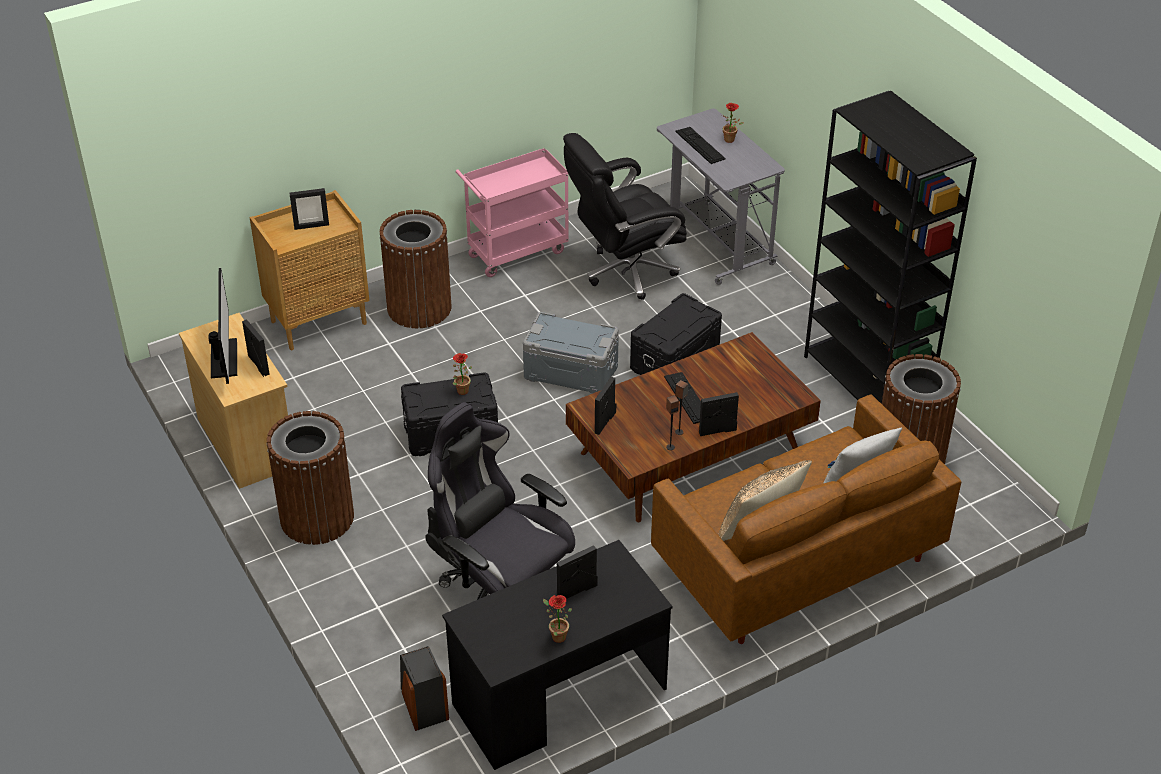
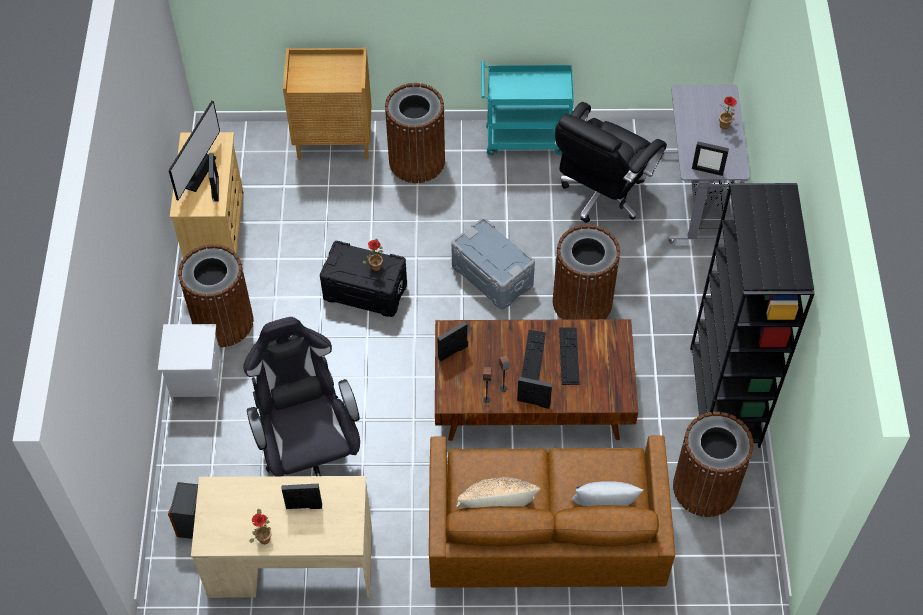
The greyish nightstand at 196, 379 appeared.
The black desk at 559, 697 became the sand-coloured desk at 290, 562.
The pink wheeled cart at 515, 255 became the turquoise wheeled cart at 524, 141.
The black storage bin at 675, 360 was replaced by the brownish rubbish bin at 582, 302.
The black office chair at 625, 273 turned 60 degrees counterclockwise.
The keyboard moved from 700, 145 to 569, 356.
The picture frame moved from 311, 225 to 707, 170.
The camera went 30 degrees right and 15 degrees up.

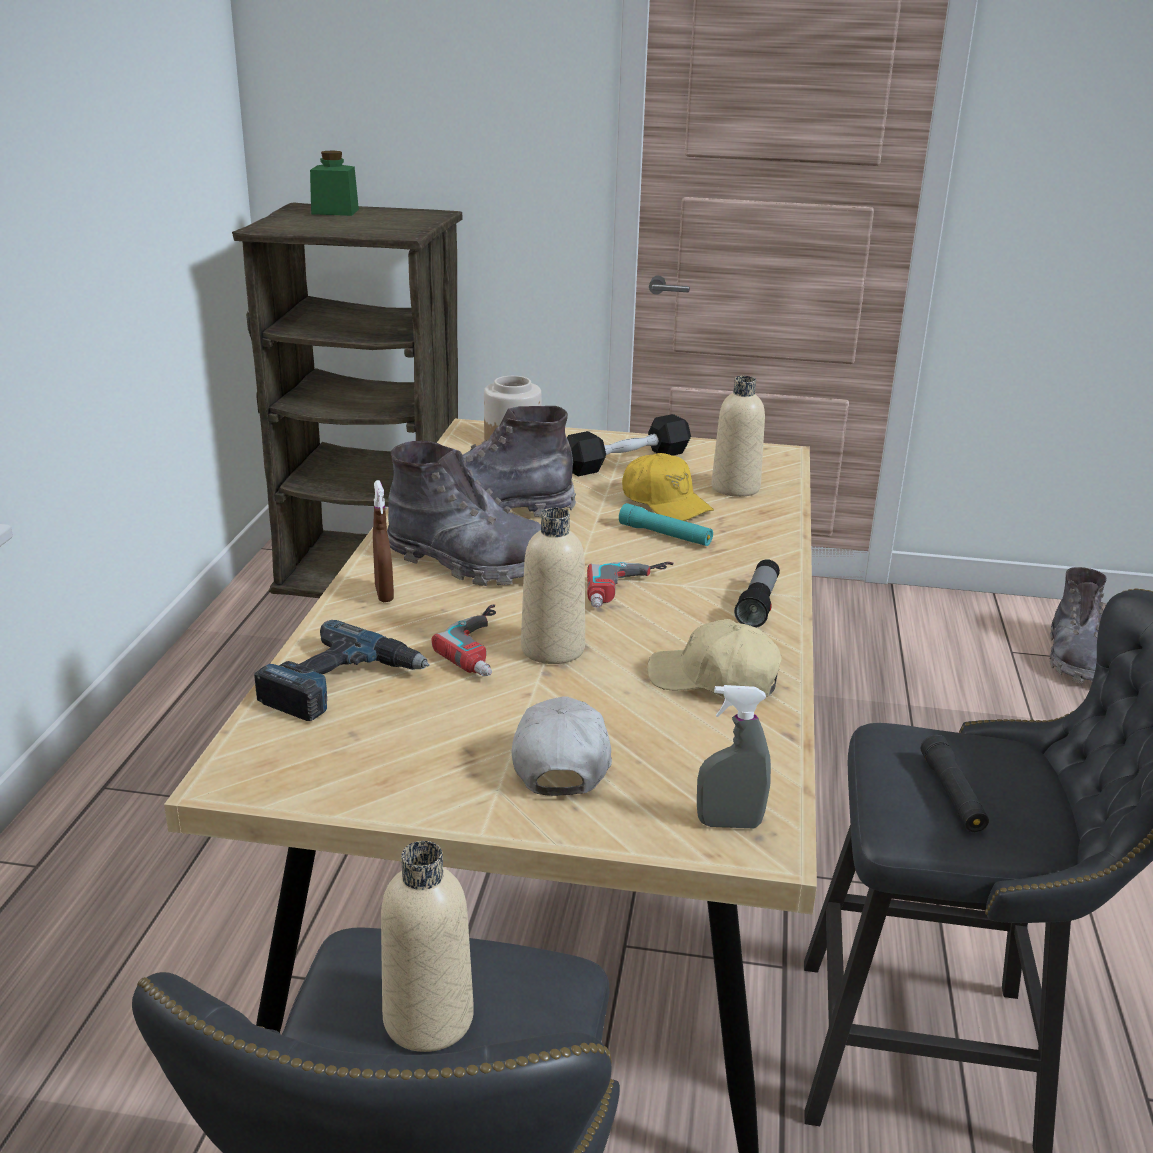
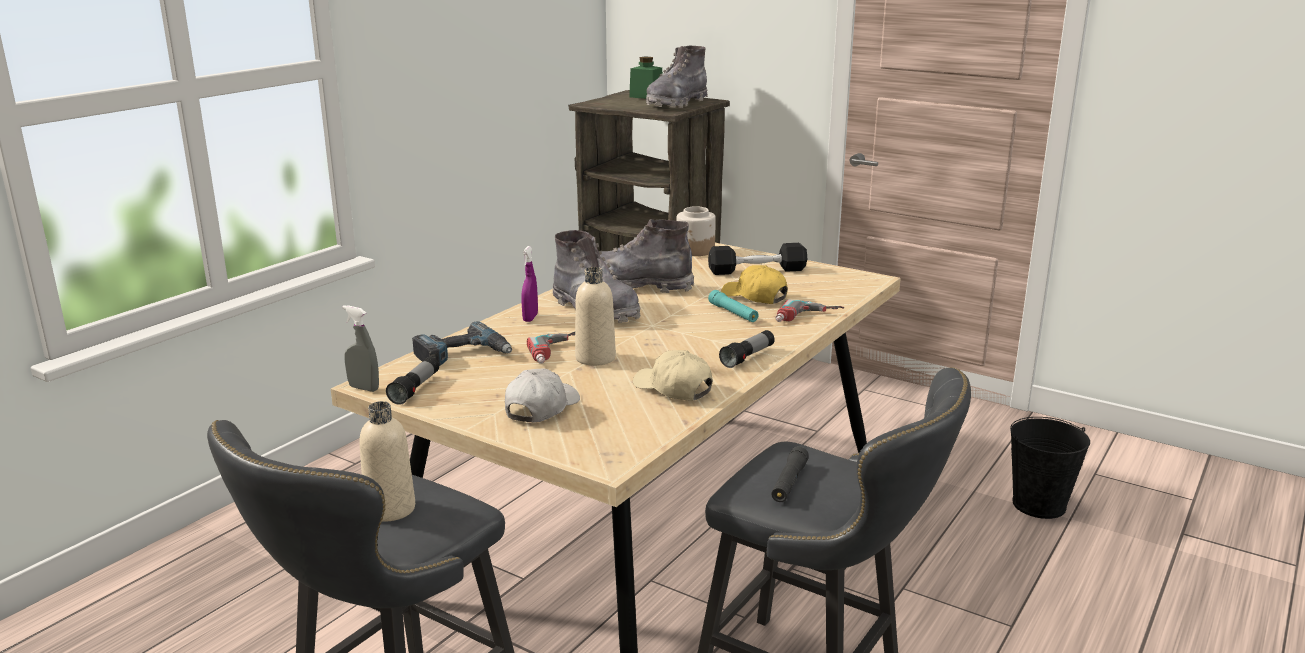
The greyish spray bottle moved from 729, 823 to 364, 388.
The hand torch at 415, 389 appeared.
The brownish spray bottle at 384, 594 became the purplish spray bottle at 530, 318.
The greyish tall boot moved from 1076, 658 to 676, 103.
The yellow-coloured cap at 665, 503 turned 150 degrees clockwise.
The electric drill moved from 632, 592 to 808, 318.
The black pail at 1039, 505 appeared.
The sand-coloured beverage bottle at 735, 488 disappeared.
The camera went 25 degrees right and 5 degrees down.

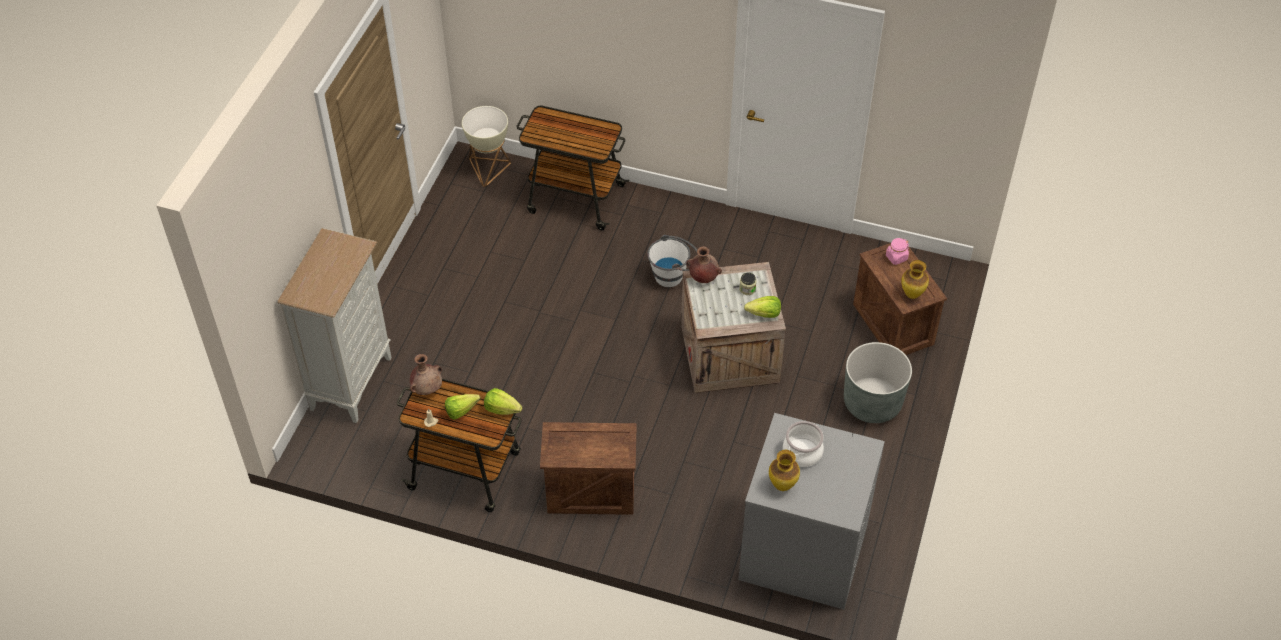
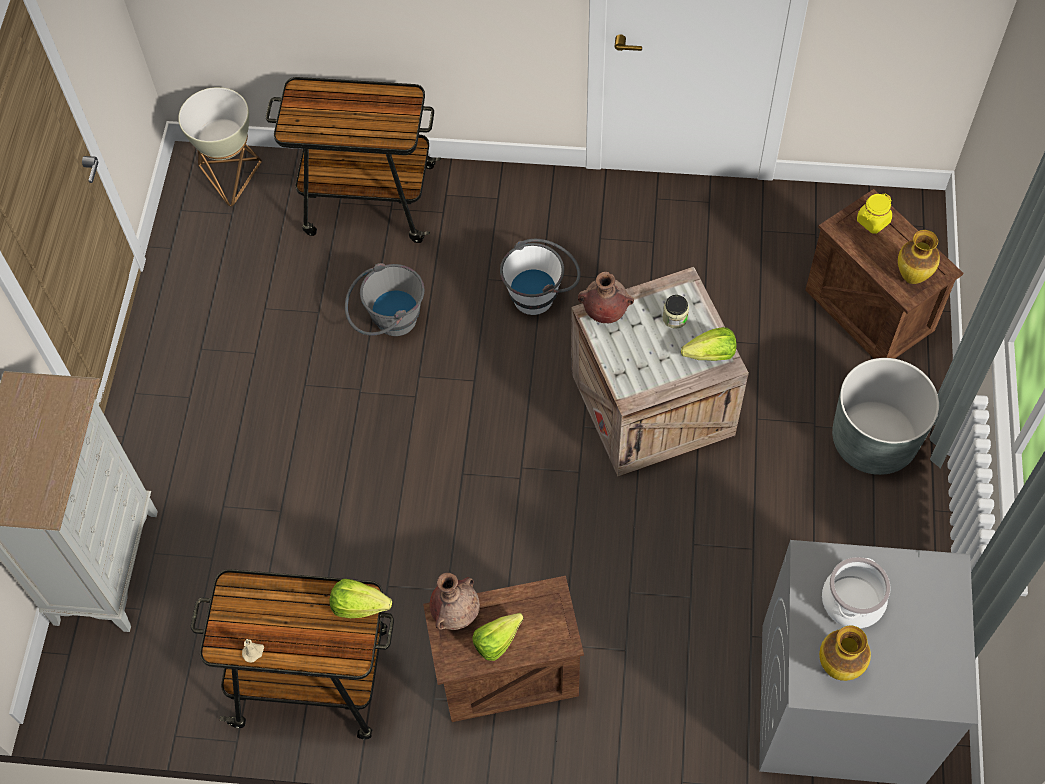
The greyish pail at 388, 322 appeared.
The brownish flower vase moved from 427, 389 to 456, 612.
The head of lettuce moved from 464, 410 to 501, 639.
The pink preserve jar at 896, 257 became the yellow-coloured preserve jar at 873, 221.
The camera went 10 degrees left and 10 degrees up.

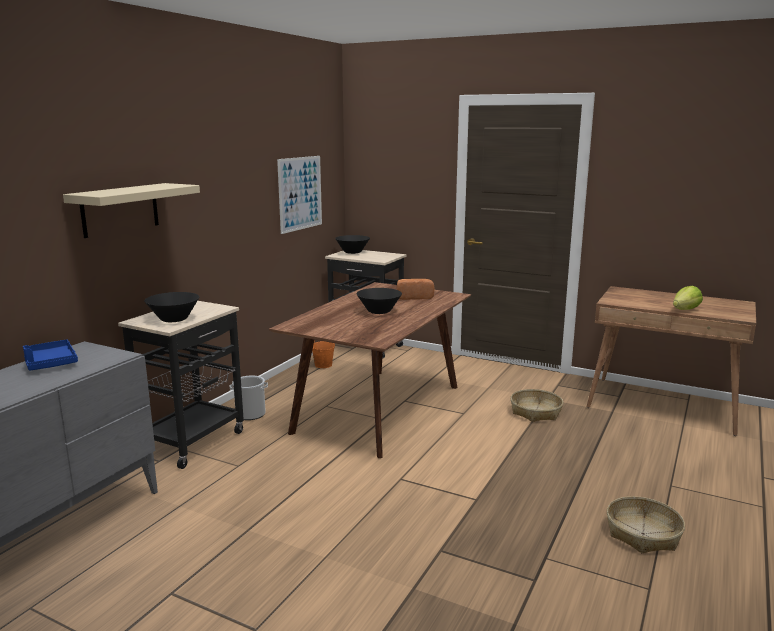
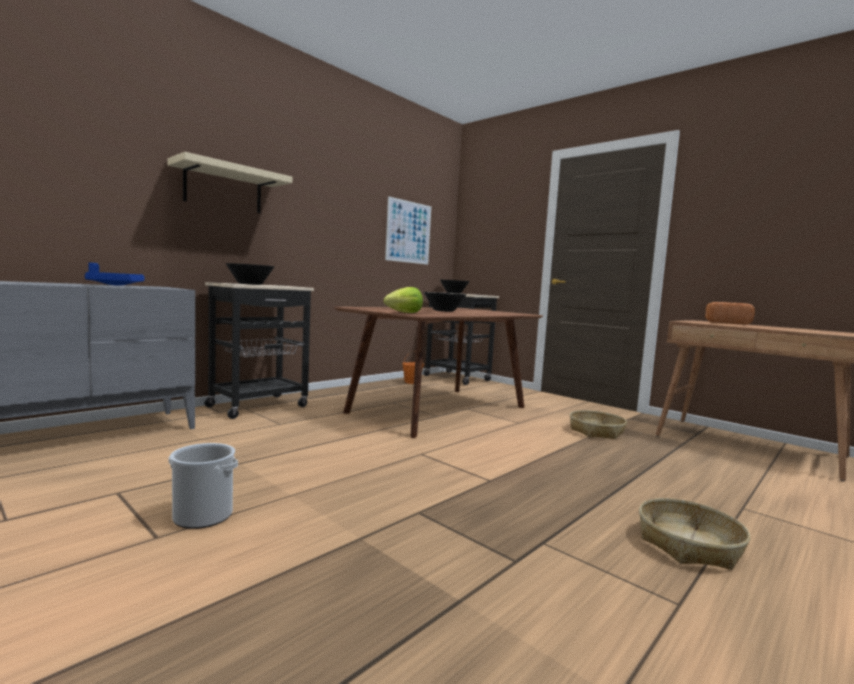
The pail moved from 250, 414 to 203, 516.
The head of lettuce moved from 685, 310 to 405, 312.
The bakery bread moved from 414, 297 to 725, 323.
The camera went 15 degrees right and 10 degrees down.

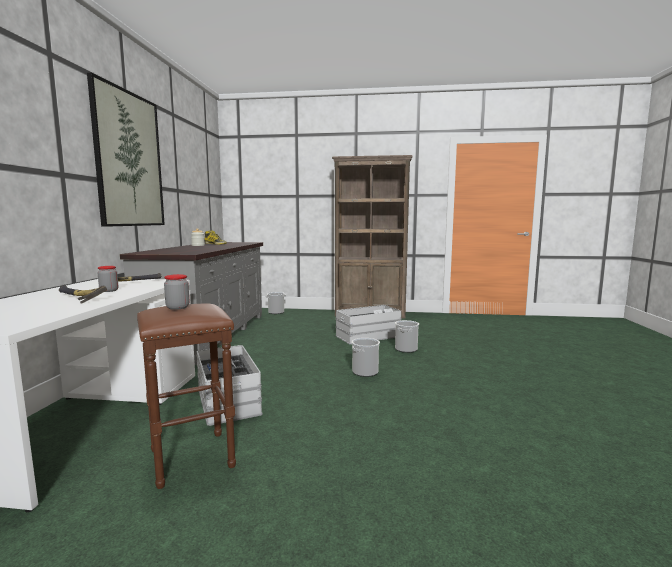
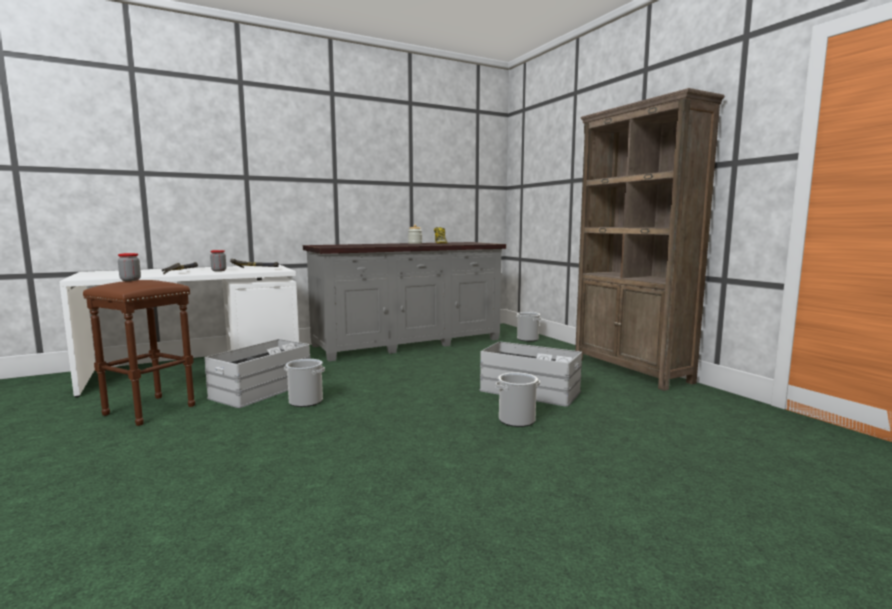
The pail moved from 365, 372 to 305, 401.
The wall art at 129, 160 disappeared.
The camera went 55 degrees right and 0 degrees up.

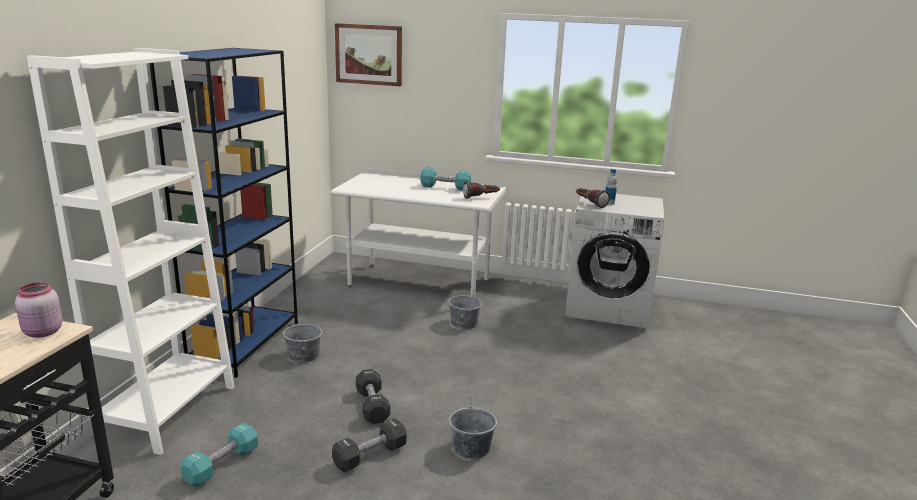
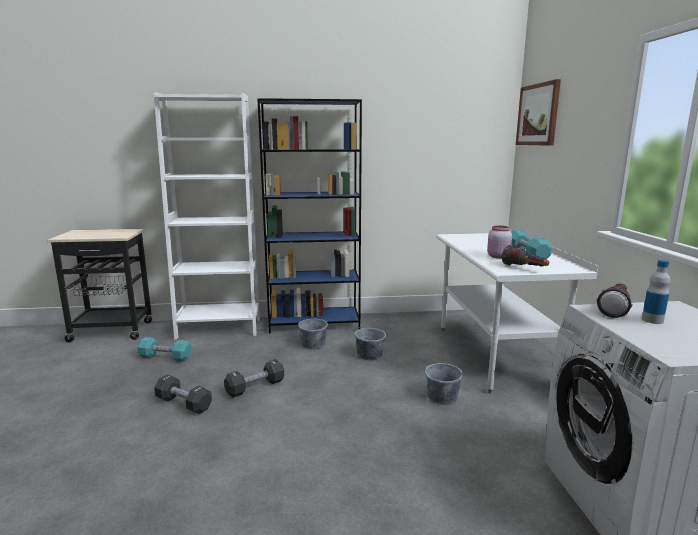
The greyish pail moved from 471, 448 to 369, 355.
The pink preserve jar moved from 42, 332 to 497, 256.
The camera went 70 degrees right and 5 degrees down.

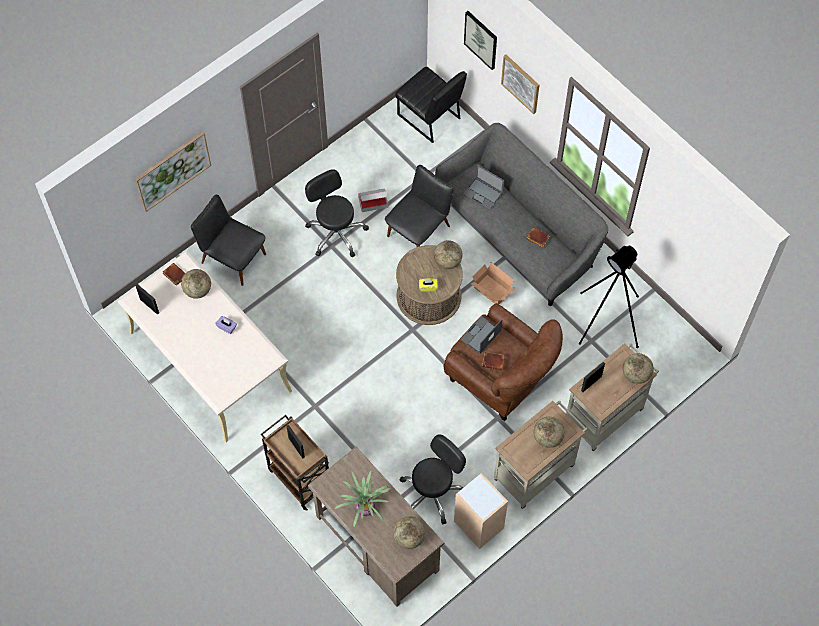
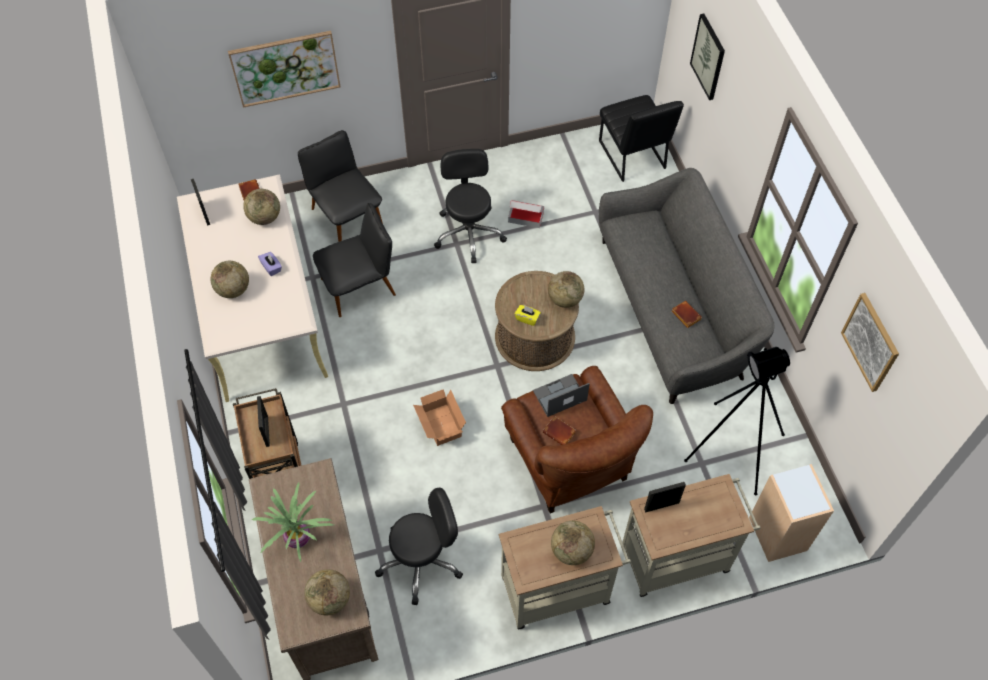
The world globe moved from 636, 374 to 233, 289.
The black upright chair moved from 418, 231 to 358, 286.
The packing box moved from 492, 291 to 440, 426.
The shelving unit moved from 479, 525 to 777, 534.
The wall art moved from 521, 83 to 871, 342.
The notebook computer at 483, 193 disappeared.
The camera went 25 degrees right and 5 degrees down.

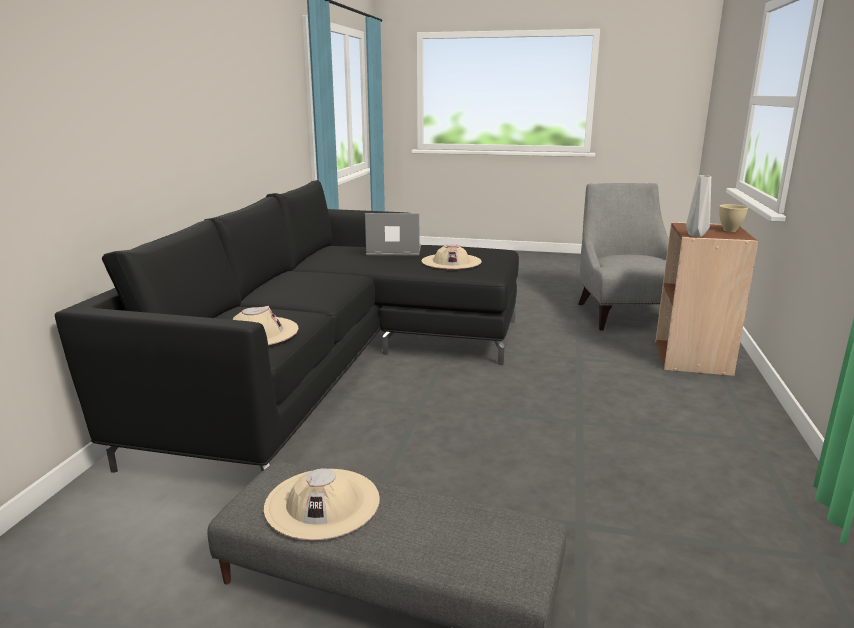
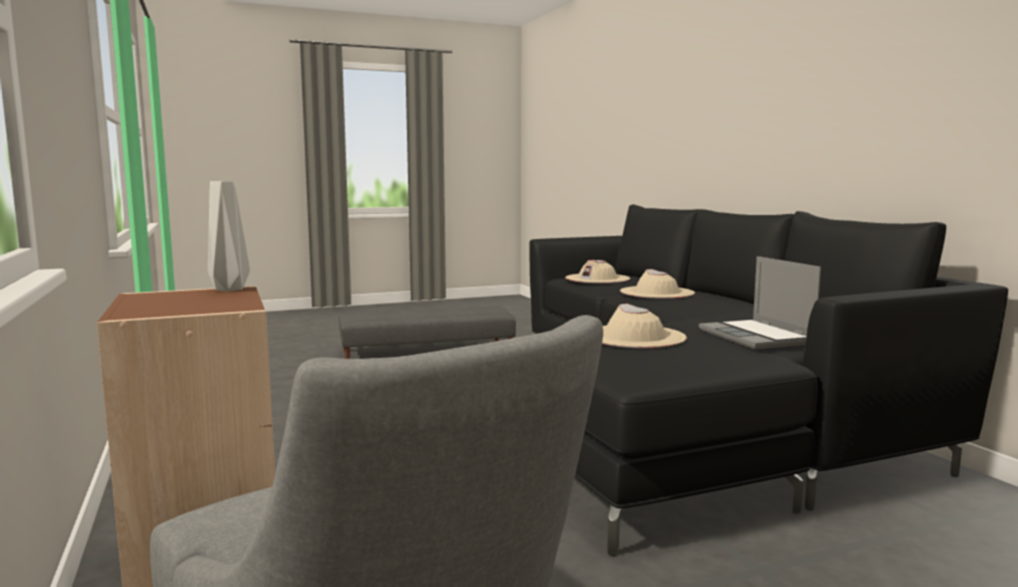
The sand-coloured wearable hat moved from 322, 503 to 657, 293.
The notebook computer at 393, 252 turned 105 degrees clockwise.
The sand-coloured serving bowl at 730, 231 disappeared.
The camera went 145 degrees right and 10 degrees down.

